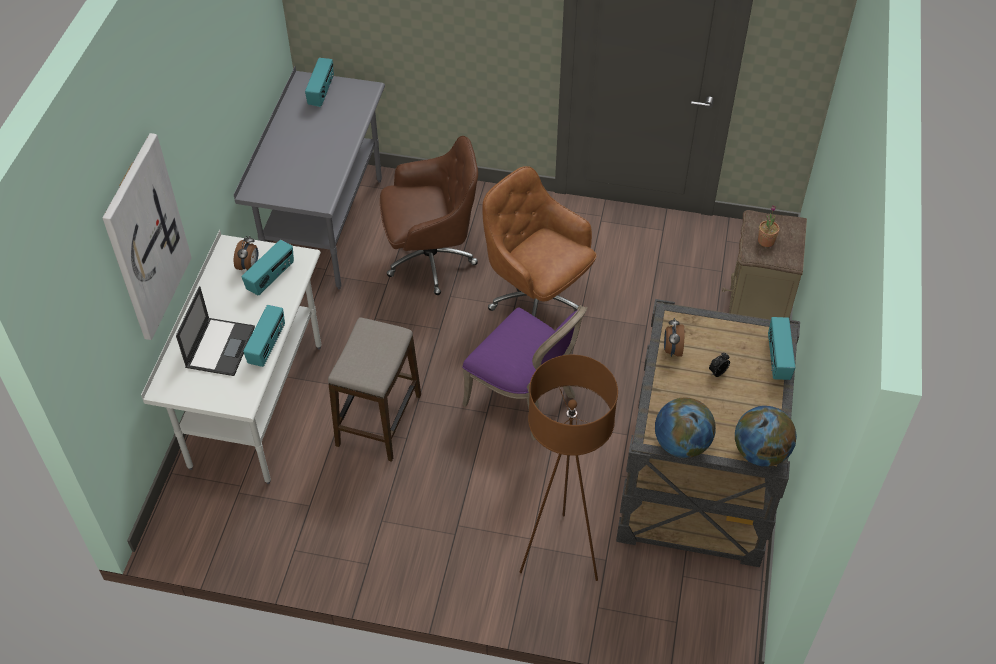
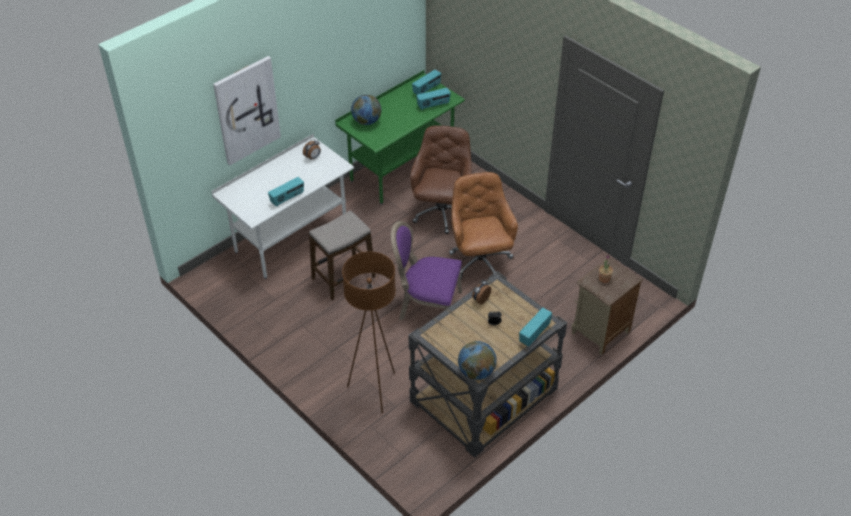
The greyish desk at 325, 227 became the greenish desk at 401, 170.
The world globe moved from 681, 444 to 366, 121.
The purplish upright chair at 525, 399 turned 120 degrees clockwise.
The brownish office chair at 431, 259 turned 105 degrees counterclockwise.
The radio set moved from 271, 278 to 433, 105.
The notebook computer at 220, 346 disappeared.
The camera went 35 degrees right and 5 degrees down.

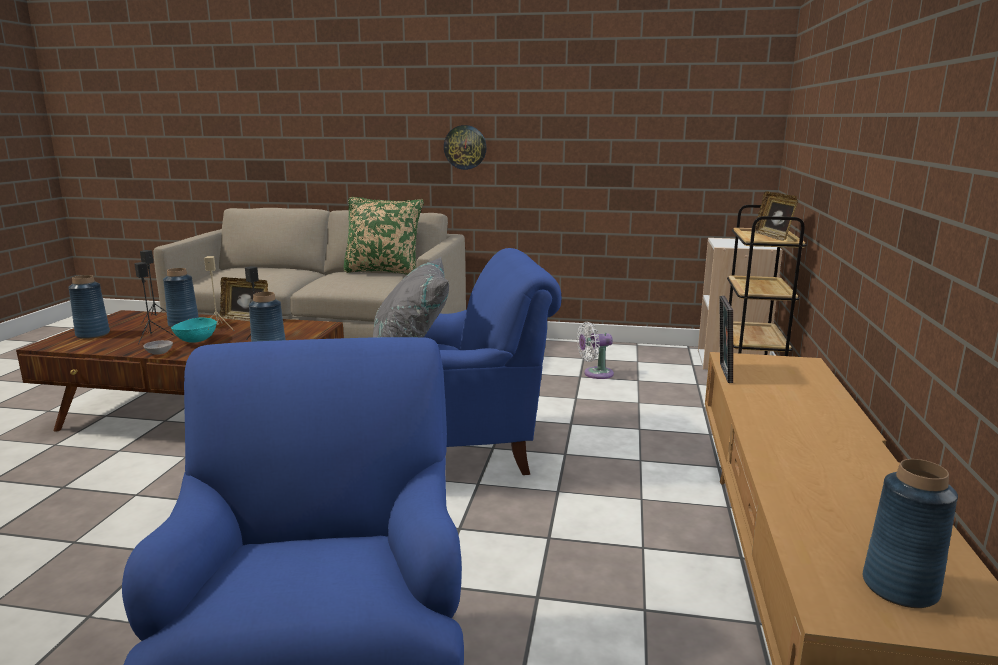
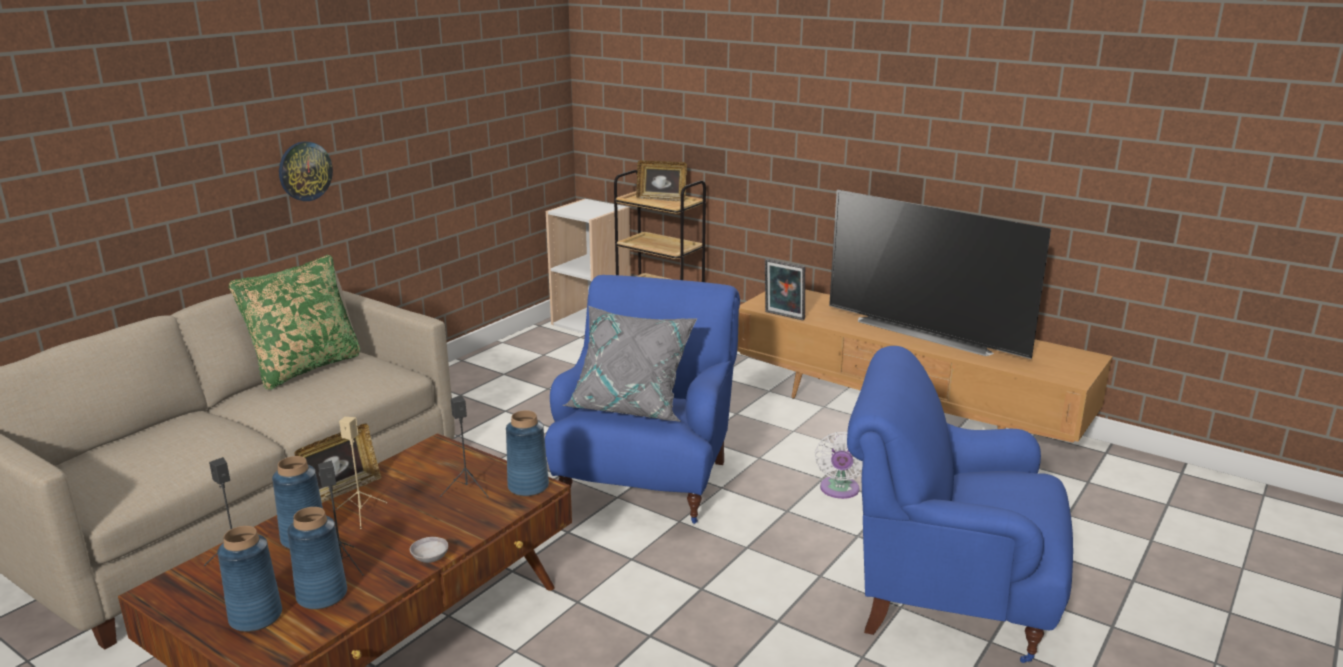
The blue flower vase moved from 900, 587 to 322, 595.
The white-coloured cooling fan moved from 595, 374 to 839, 490.
The TV at 927, 332 appeared.
The turquoise serving bowl at 196, 340 disappeared.
The camera went 65 degrees left and 5 degrees up.

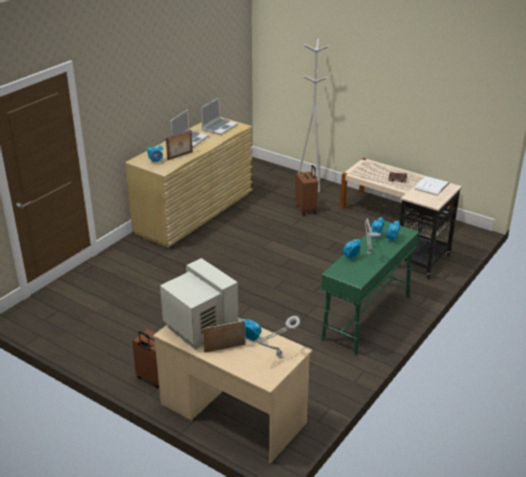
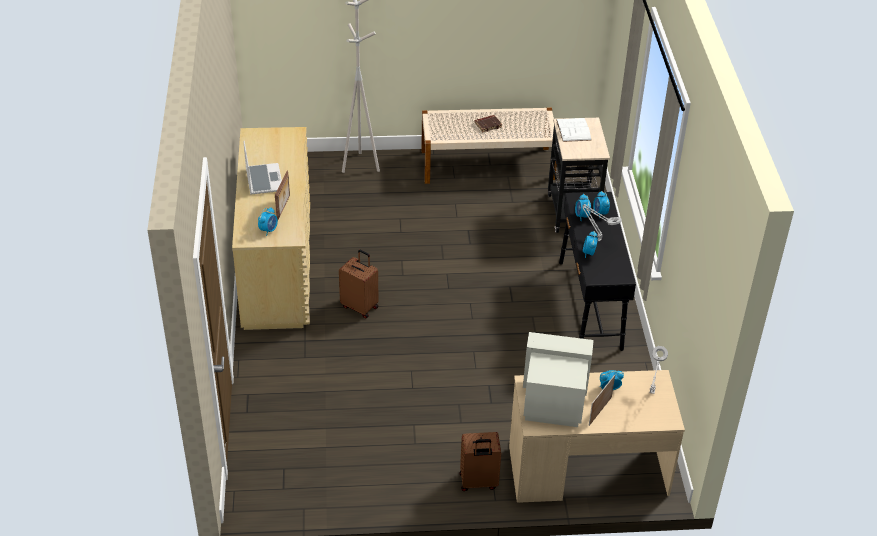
The brownish suitcase moved from 306, 209 to 360, 306.
The greenish narrow table at 365, 317 became the black narrow table at 589, 305.
The notebook computer at 219, 127 disappeared.
The camera went 40 degrees left and 10 degrees up.

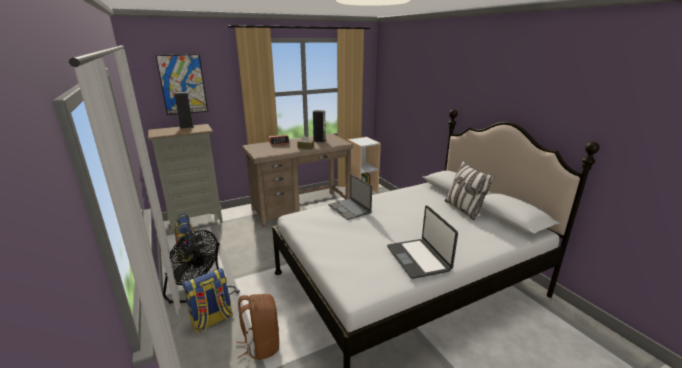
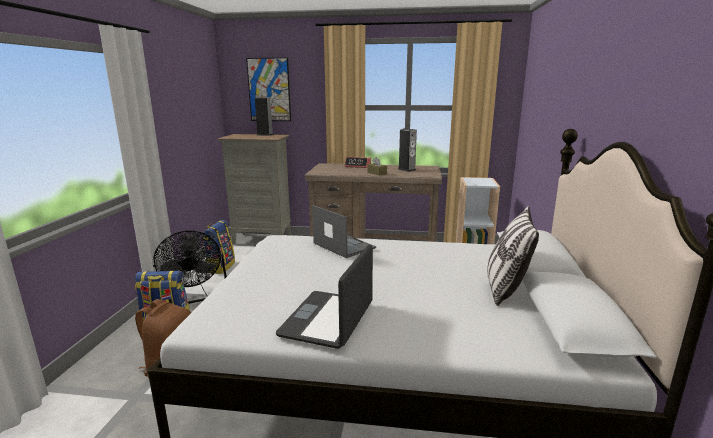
The notebook computer at 349, 209 turned 135 degrees clockwise.
The camera went 35 degrees right and 5 degrees down.

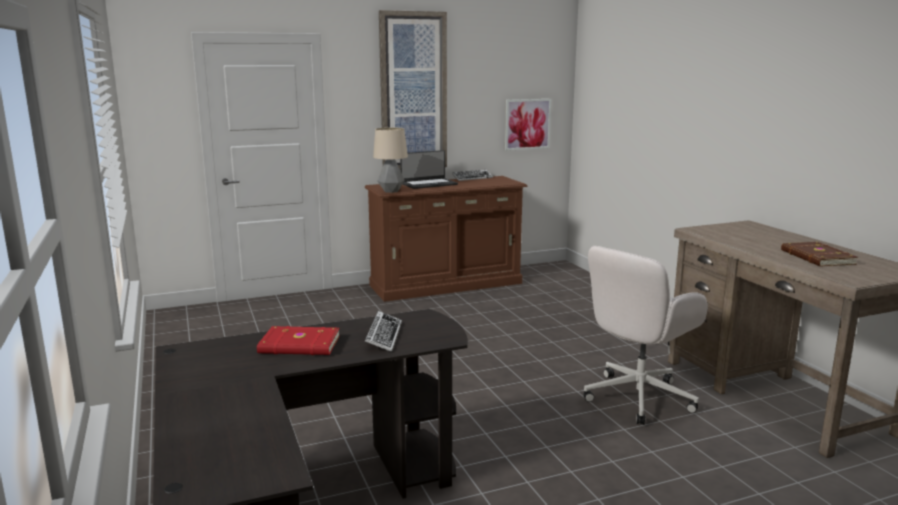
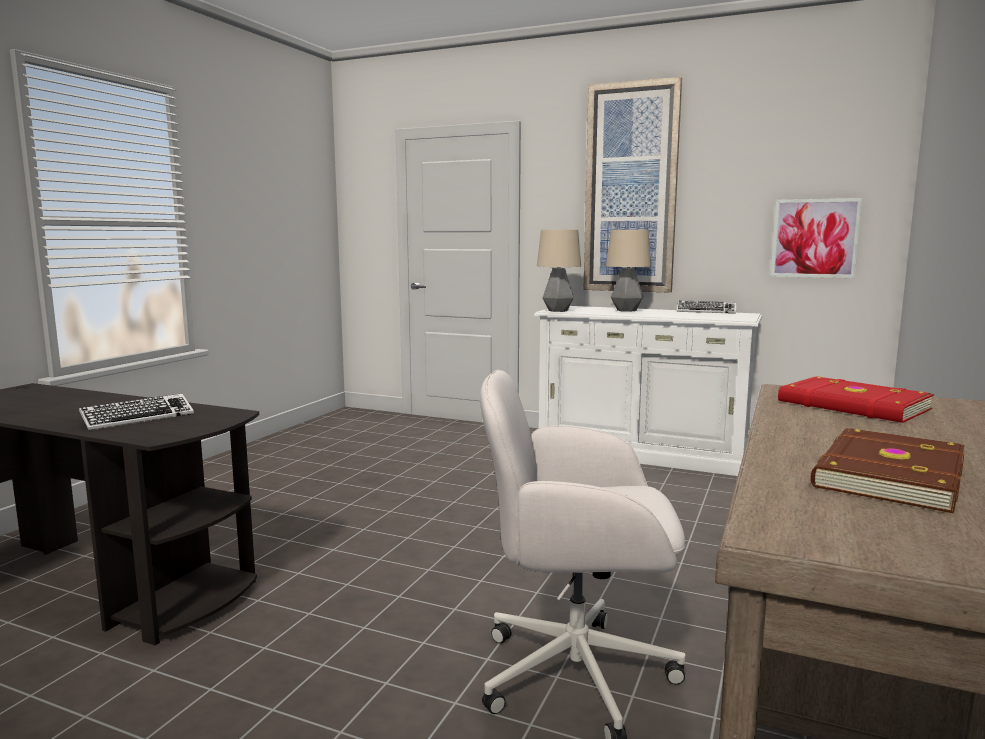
The brownish cabinet at 446, 284 became the white-coloured cabinet at 642, 452.
The notebook computer at 428, 184 was replaced by the table lamp at 626, 310.
The red-coloured book moved from 300, 345 to 853, 406.
The camera went 45 degrees right and 5 degrees down.

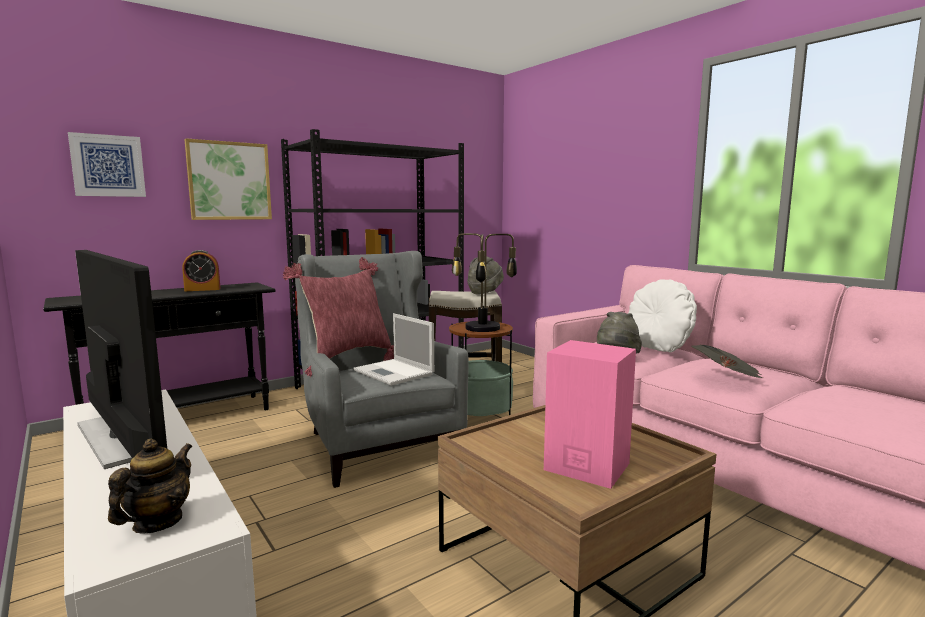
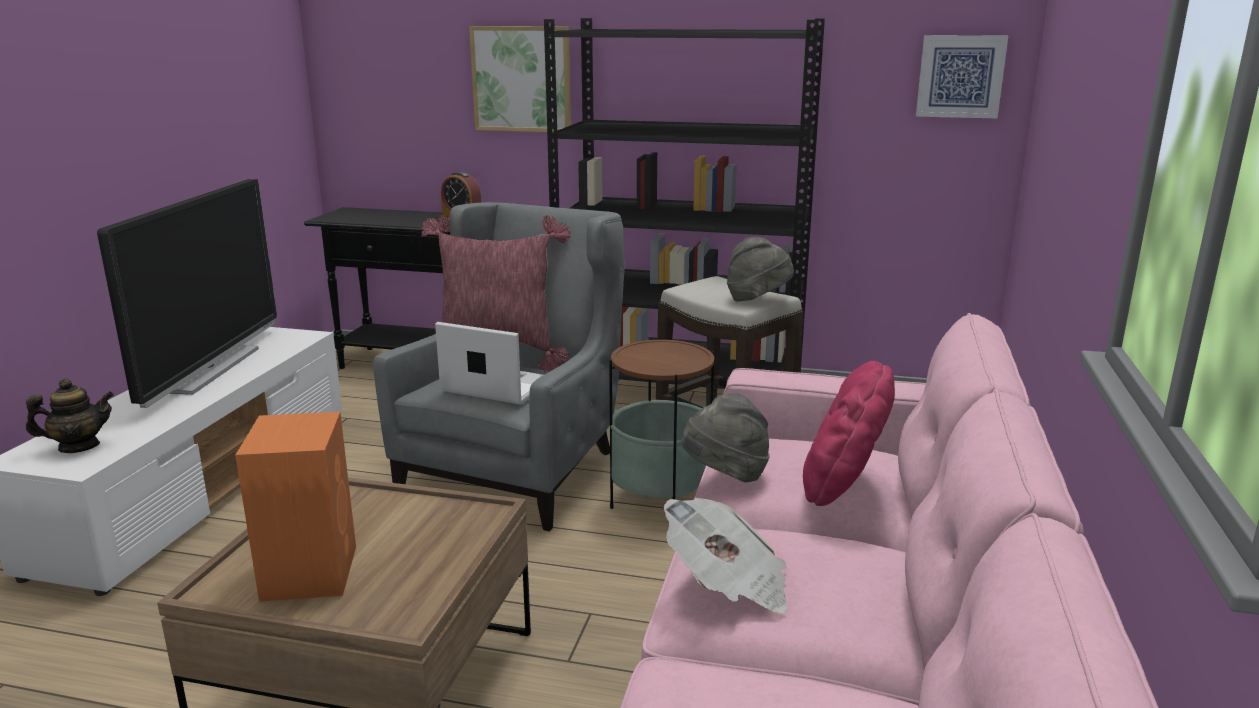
The pink speaker at 584, 466 became the orange speaker at 310, 571.
The notebook computer at 394, 372 turned 105 degrees clockwise.
The white-coloured pillow at 658, 348 became the pink pillow at 842, 492.
The wall art moved from 108, 166 to 960, 76.
The table lamp at 482, 328 disappeared.
The camera went 50 degrees right and 10 degrees up.

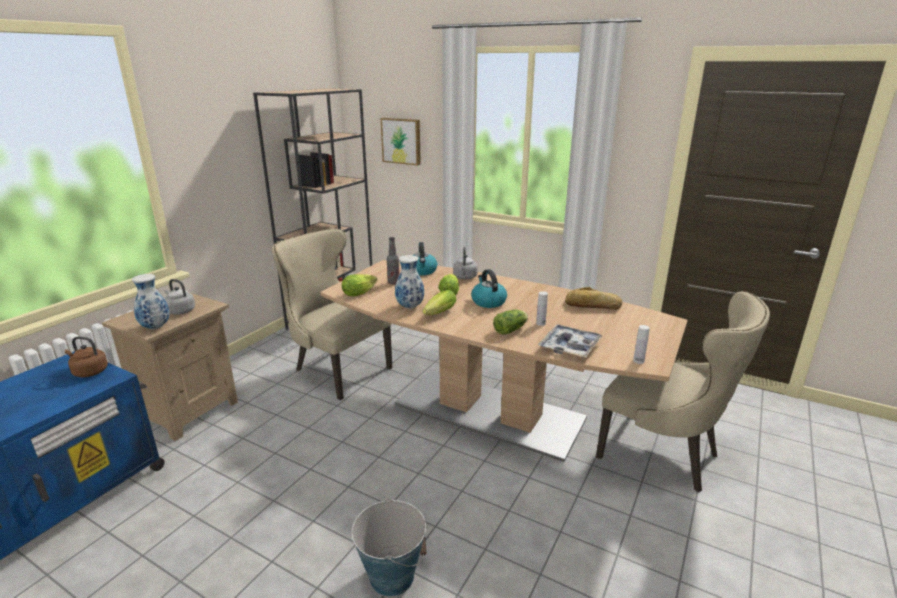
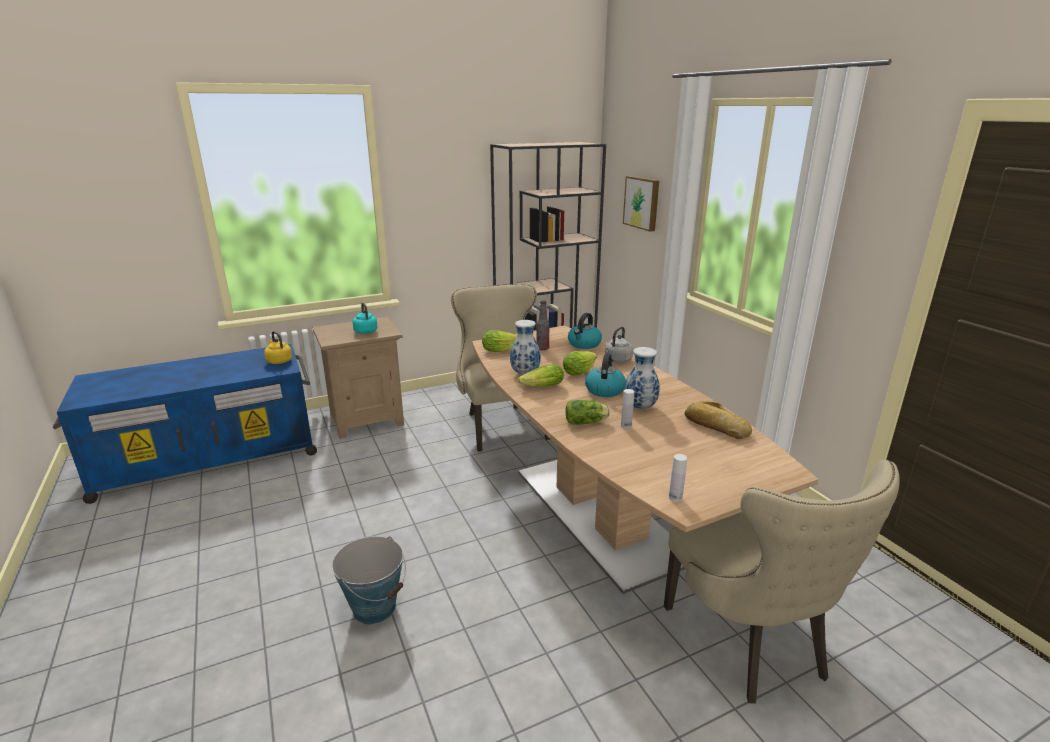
The brownish water kettle at 89, 372 became the yellow-coloured water kettle at 279, 361.
The greyish water kettle at 180, 311 became the turquoise water kettle at 365, 331.
The flower vase moved from 155, 327 to 639, 407.
The carrying tray at 569, 346 disappeared.
The camera went 35 degrees right and 0 degrees up.

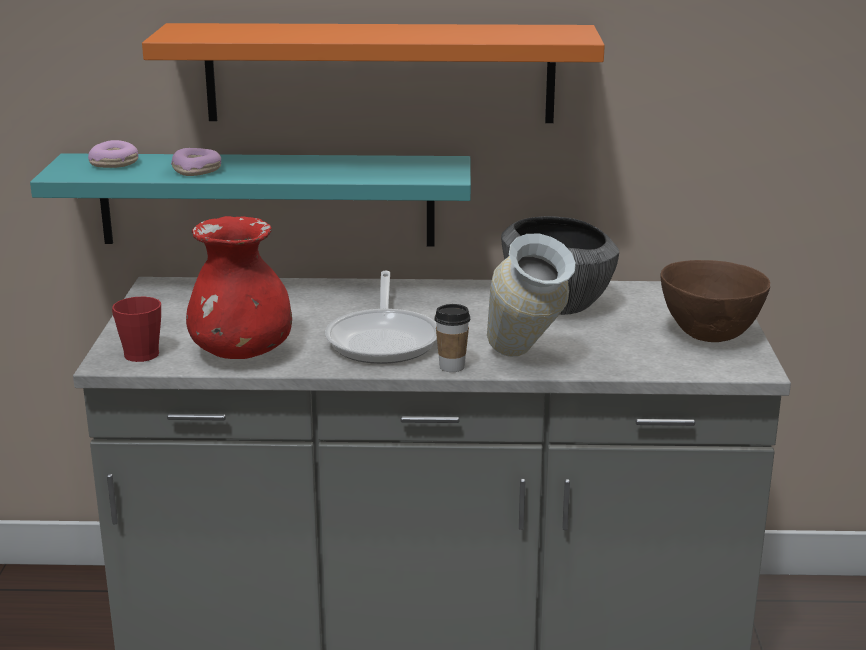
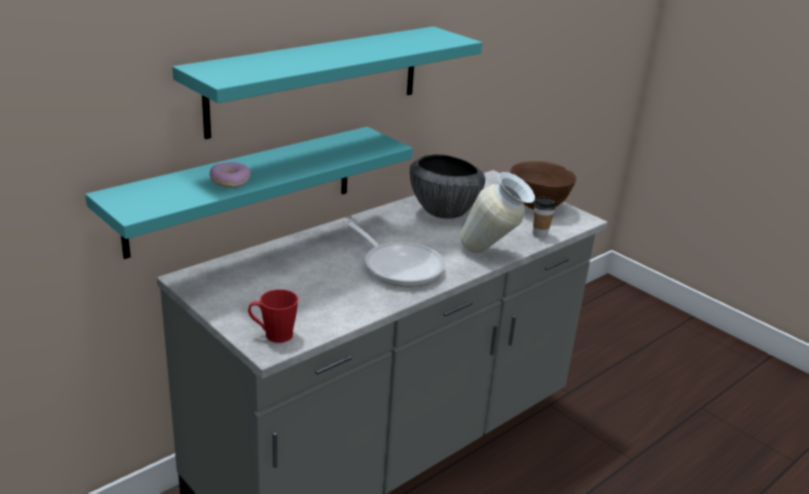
The orange bracket shelf at 380, 73 became the turquoise bracket shelf at 317, 79.
The cup moved from 452, 367 to 540, 234.
The ring doughnut at 115, 163 disappeared.
The red-coloured flower vase at 241, 354 disappeared.
The camera went 45 degrees left and 5 degrees up.

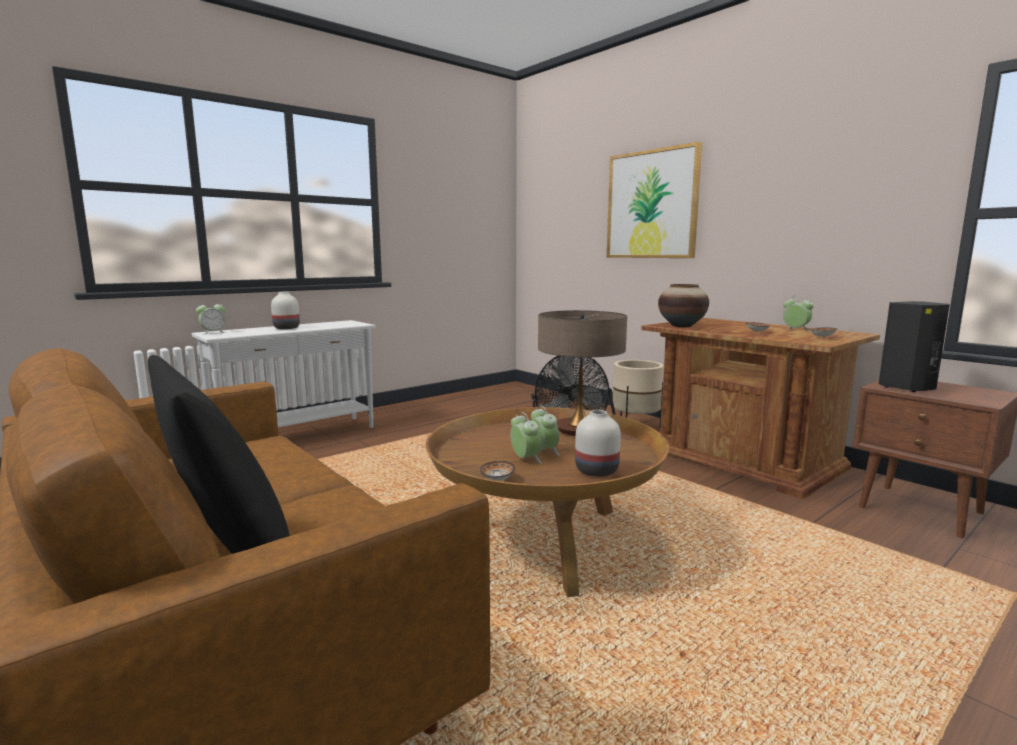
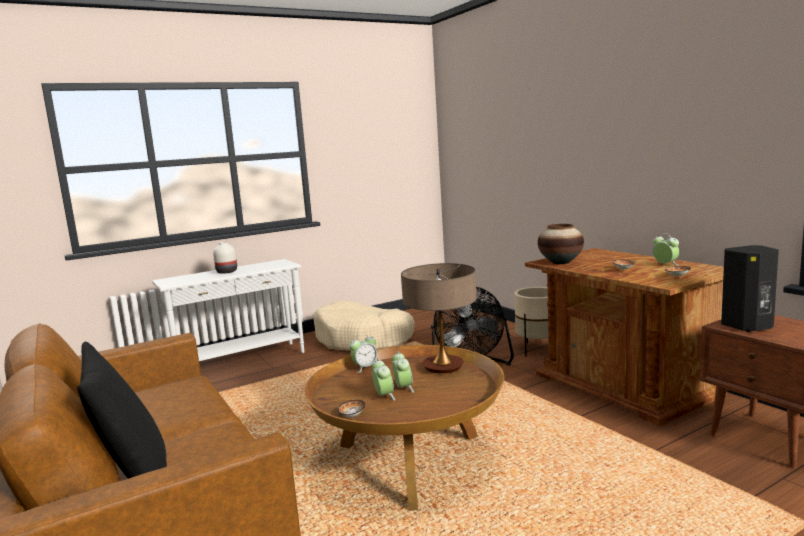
The sand-coloured dog bed at 364, 340 appeared.
The table clock moved from 213, 332 to 365, 368.
The white-coloured flower vase at 597, 471 disappeared.
The wall art at 651, 205 disappeared.
The camera went 10 degrees right and 0 degrees up.

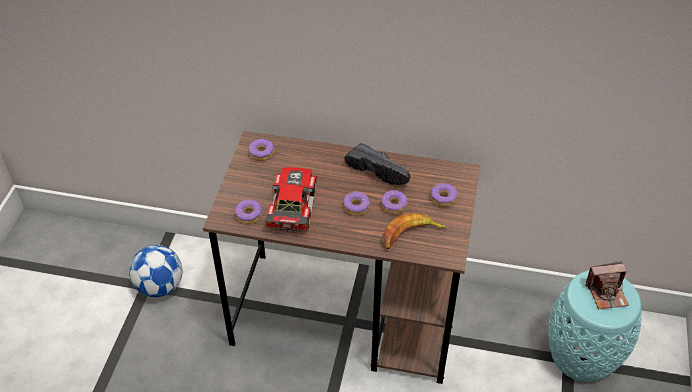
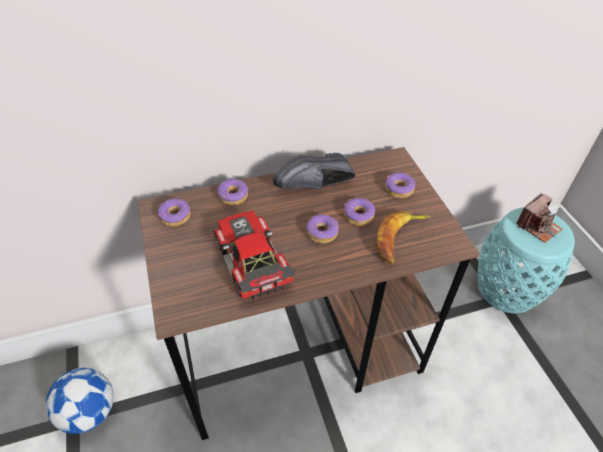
The ring doughnut moved from 249, 215 to 233, 196.
The black item of footwear at 379, 170 turned 150 degrees clockwise.
The camera went 30 degrees left and 0 degrees up.

